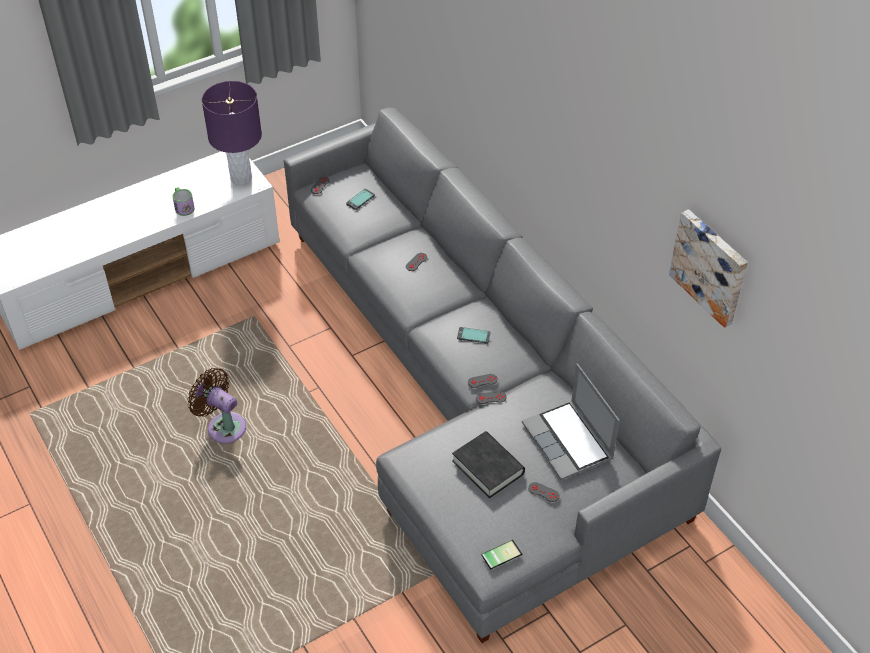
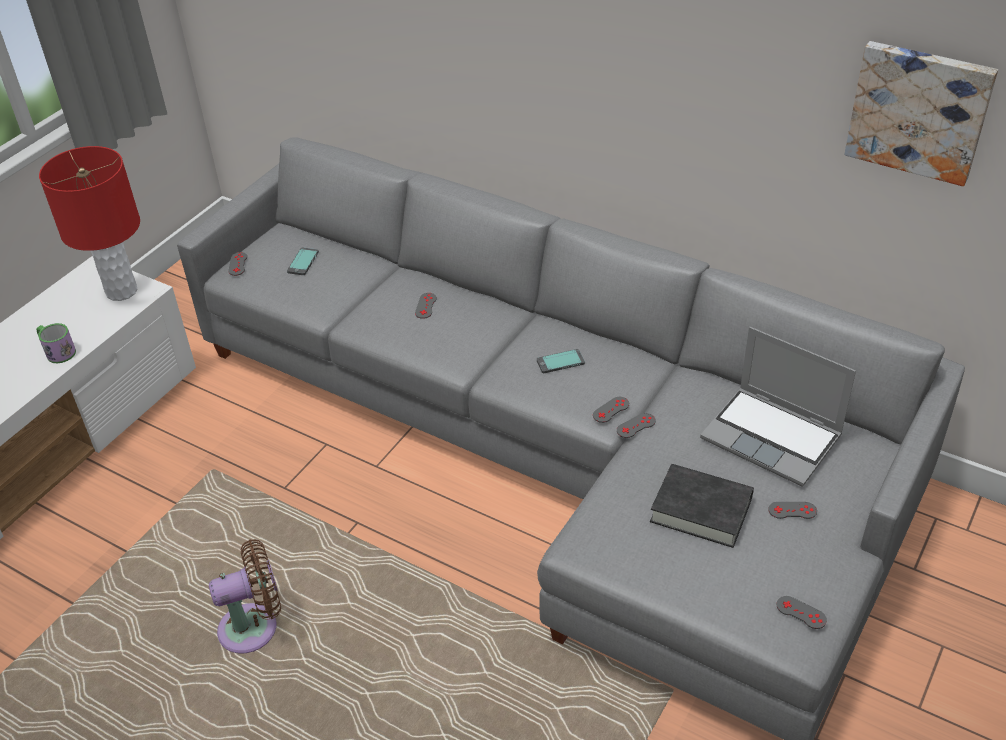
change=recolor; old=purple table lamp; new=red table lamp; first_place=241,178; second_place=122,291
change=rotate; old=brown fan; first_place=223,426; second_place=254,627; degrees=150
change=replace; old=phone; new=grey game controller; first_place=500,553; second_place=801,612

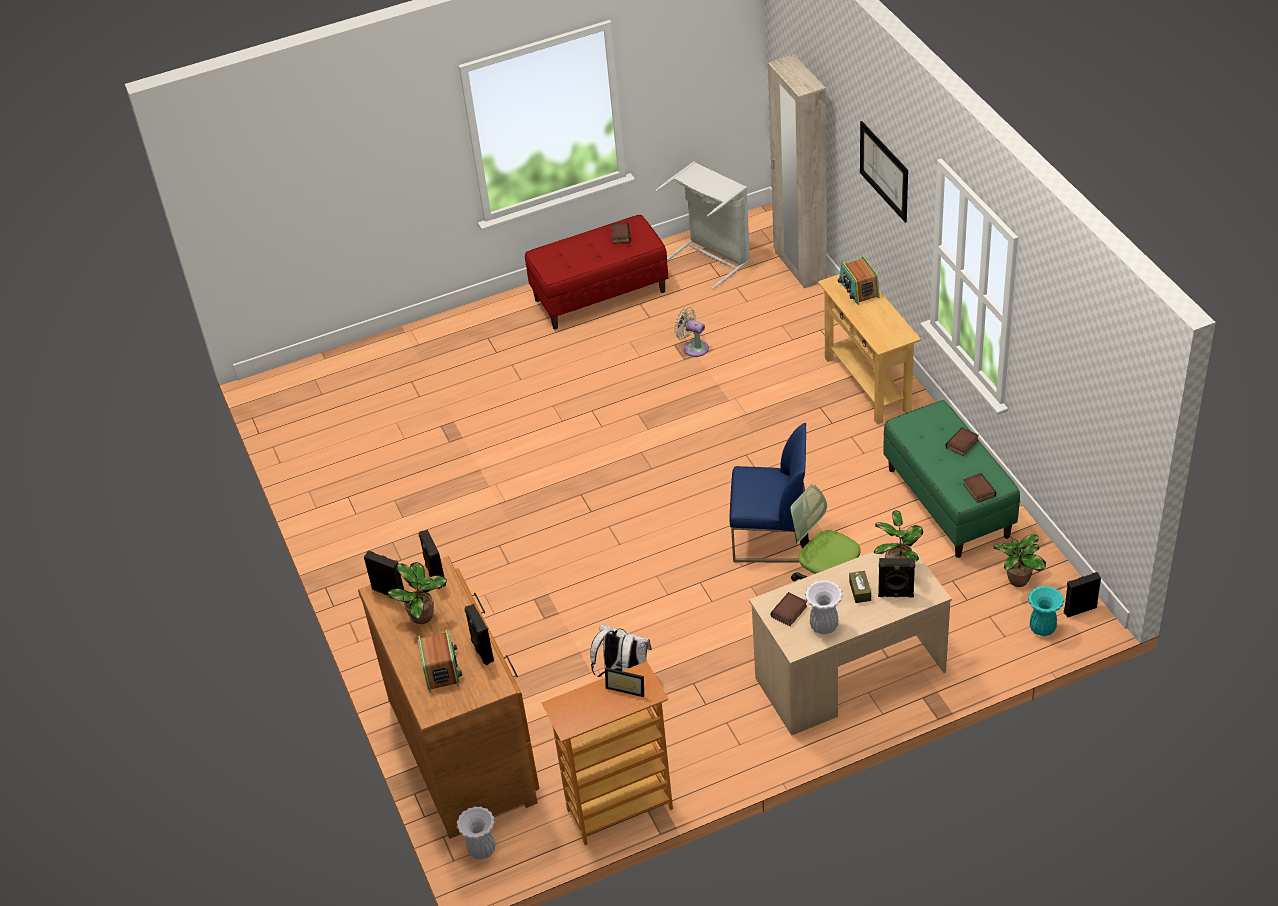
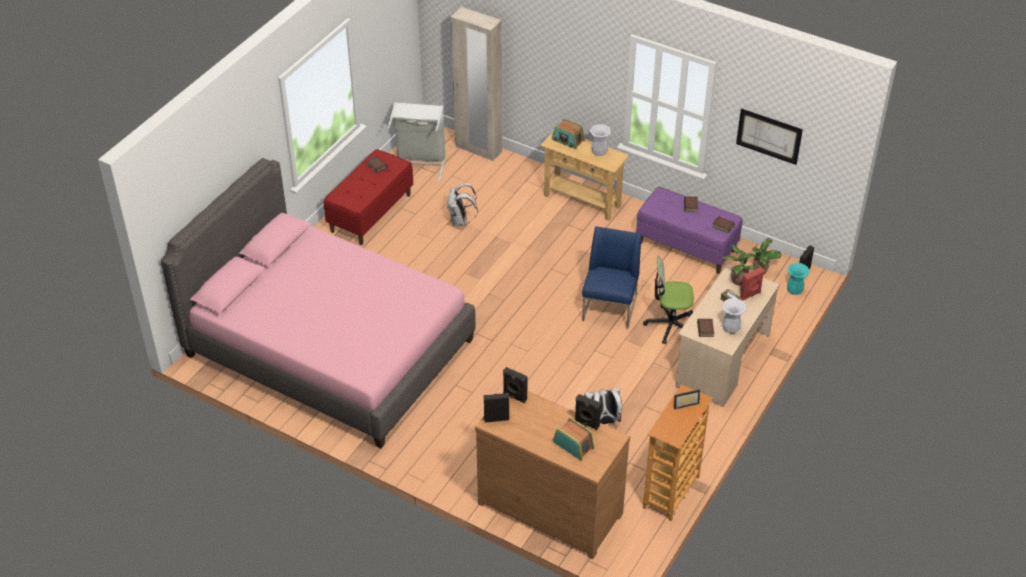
change=move; old=picture; first_place=884,171; second_place=769,136
change=replace; old=beige fan; new=white backpack; first_place=693,347; second_place=460,221
change=recolor; old=green bench; new=purple bench; first_place=948,502; second_place=686,246
change=rotate; old=blue chair; first_place=770,537; second_place=610,308; degrees=-45
change=recolor; old=black speaker; new=red speaker; first_place=895,595; second_place=750,295
change=delete; old=potted plant; first_place=423,616
change=move; old=white vase; first_place=481,850; second_place=599,152
change=insert; new=pink bed; second_place=329,348

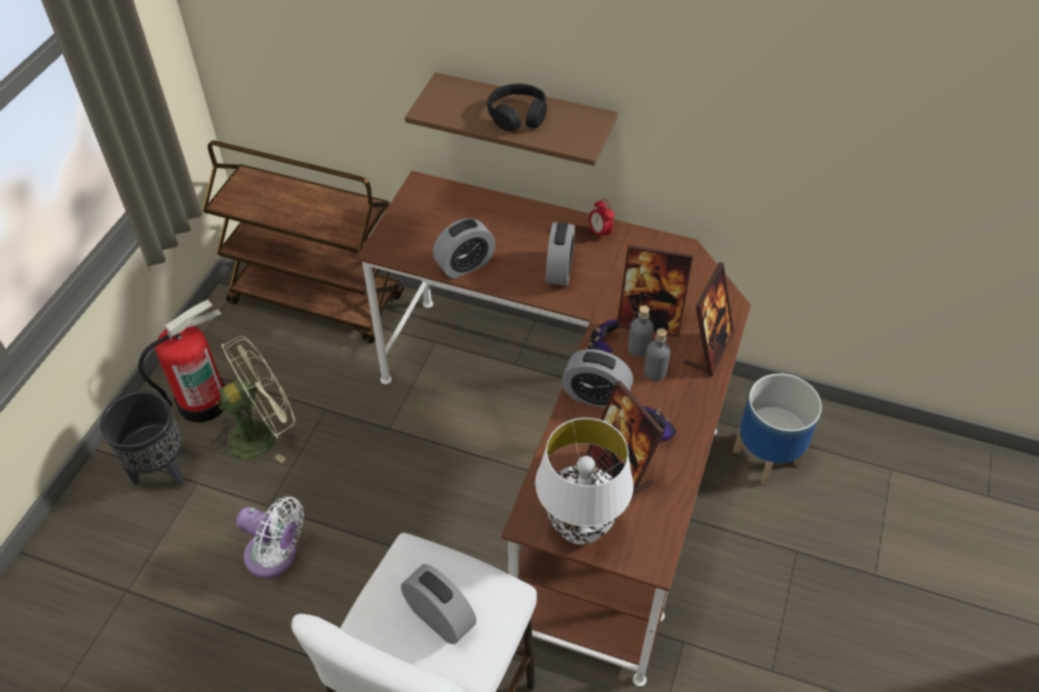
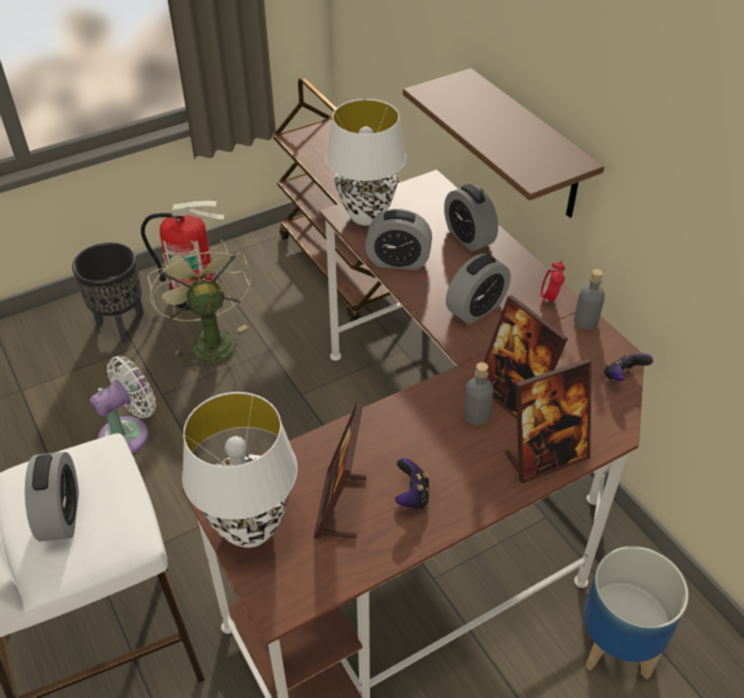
change=delete; old=black headphones; first_place=517,115
change=move; old=game controller; first_place=601,347; second_place=622,377
change=move; old=grey bottle; first_place=655,372; second_place=585,321
change=rotate; old=green fan; first_place=262,433; second_place=209,340; degrees=-120
change=move; old=alarm clock; first_place=595,396; second_place=468,237
change=rotate; old=white fan; first_place=275,556; second_place=129,434; degrees=-105
change=insert; new=white table lamp; second_place=367,216

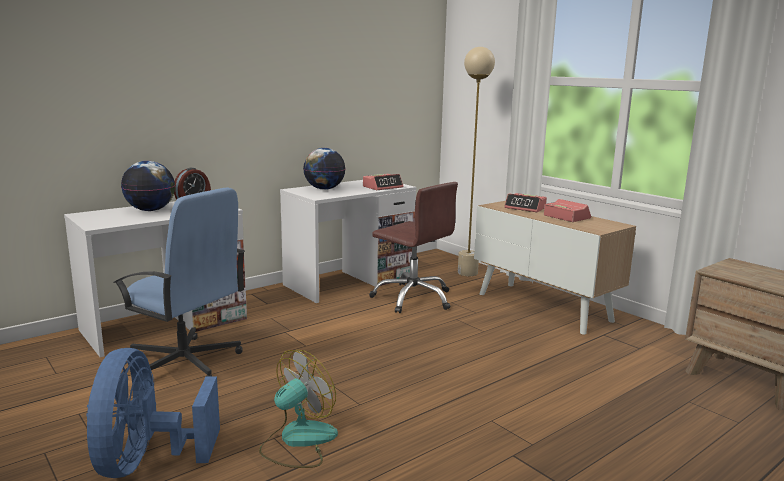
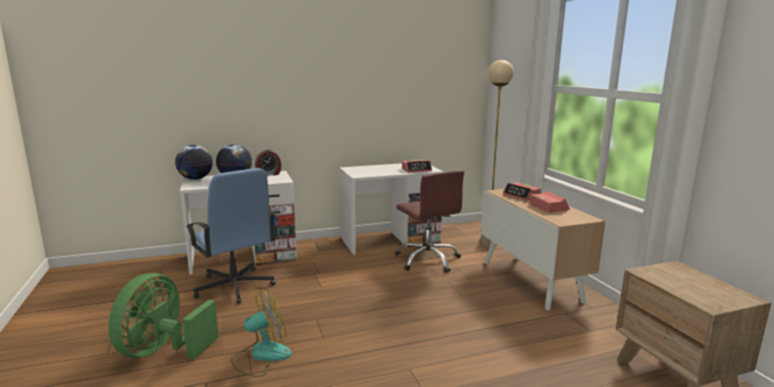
change=move; old=globe; first_place=324,189; second_place=195,179
change=recolor; old=blue fan; new=green fan; first_place=147,462; second_place=162,351

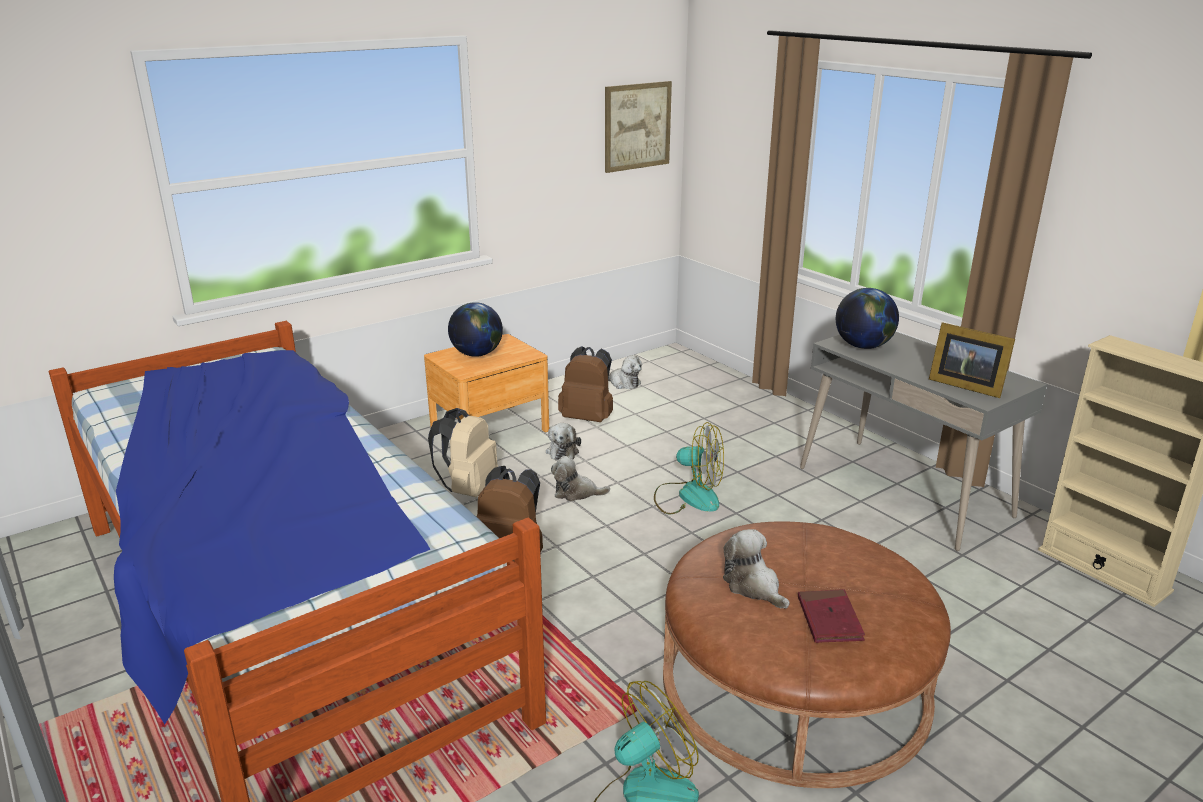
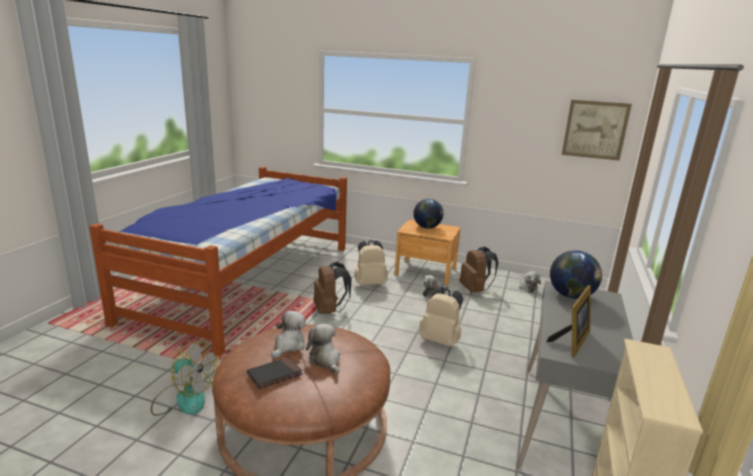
change=rotate; old=picture frame; first_place=964,385; second_place=572,341; degrees=-150
change=replace; old=fan; new=beige backpack; first_place=688,496; second_place=440,340
change=move; old=plush toy; first_place=576,493; second_place=325,360
change=recolor; old=red book; new=black book; first_place=829,619; second_place=274,374

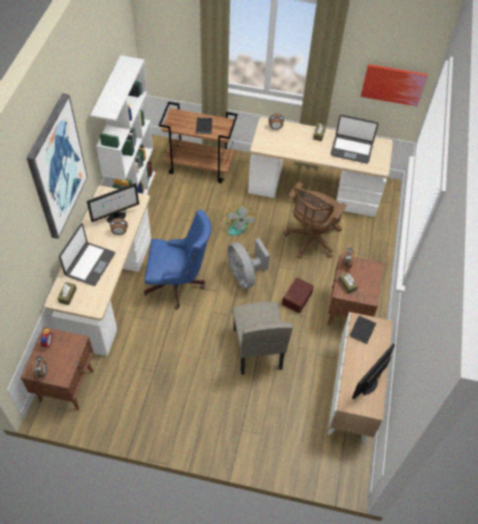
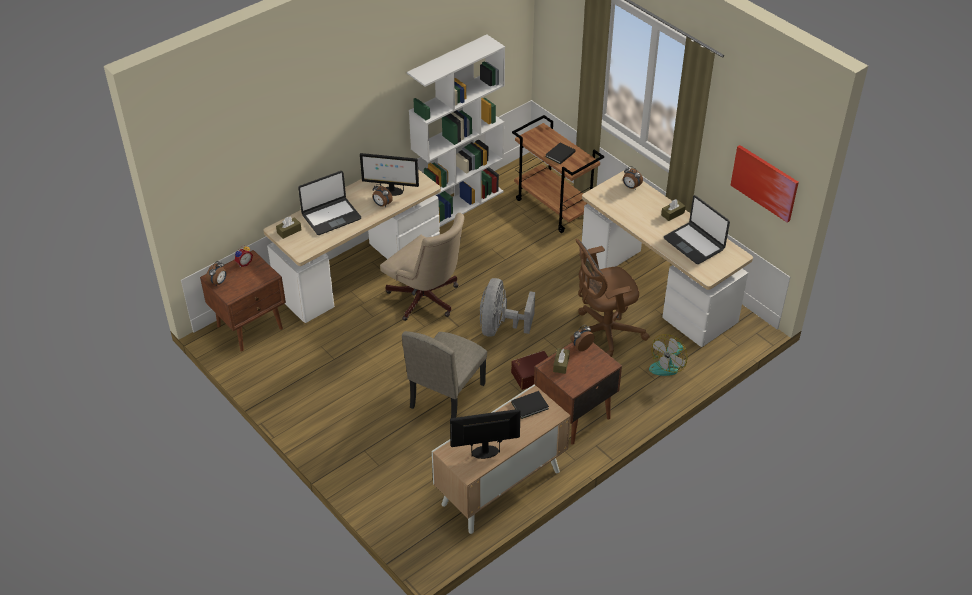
change=delete; old=picture; first_place=56,167
change=move; old=fan; first_place=237,224; second_place=668,364
change=recolor; old=blue office chair; new=beige office chair; first_place=178,284; second_place=426,300

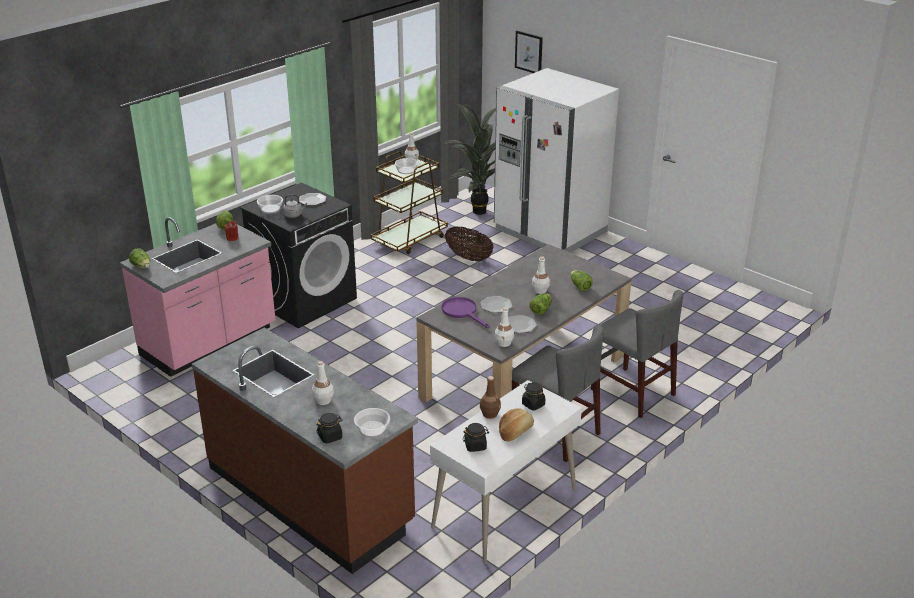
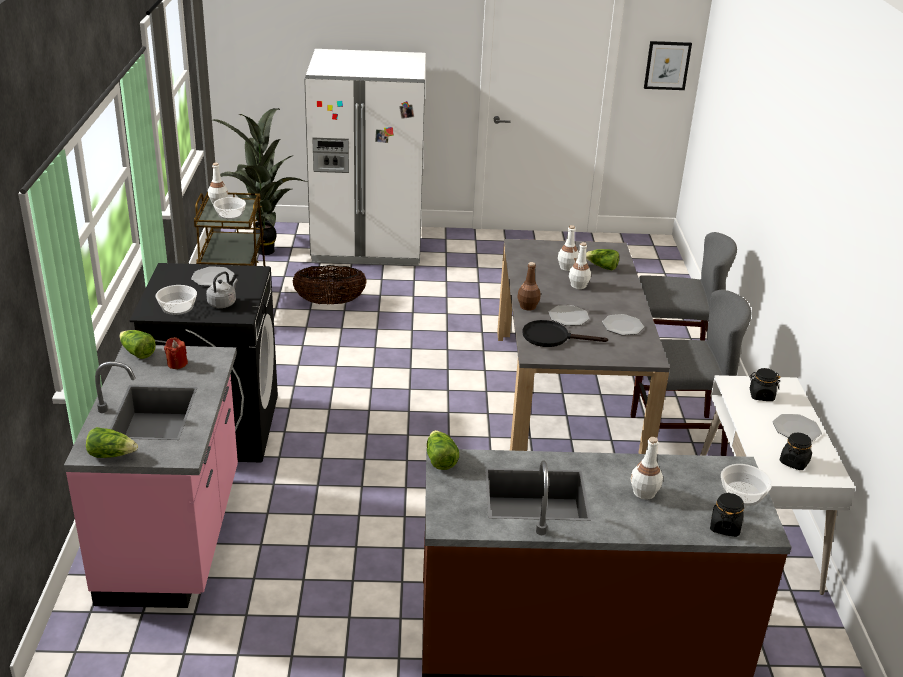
change=move; old=picture; first_place=529,52; second_place=667,65
change=move; old=lettuce; first_place=540,309; second_place=440,460
change=recolor; old=purple frying pan; new=black frying pan; first_place=462,312; second_place=552,337
change=move; old=white bottle; first_place=504,343; second_place=567,267
change=move; old=brown bottle; first_place=490,414; second_place=527,306
change=replace; old=bread; new=plate; first_place=515,432; second_place=796,429

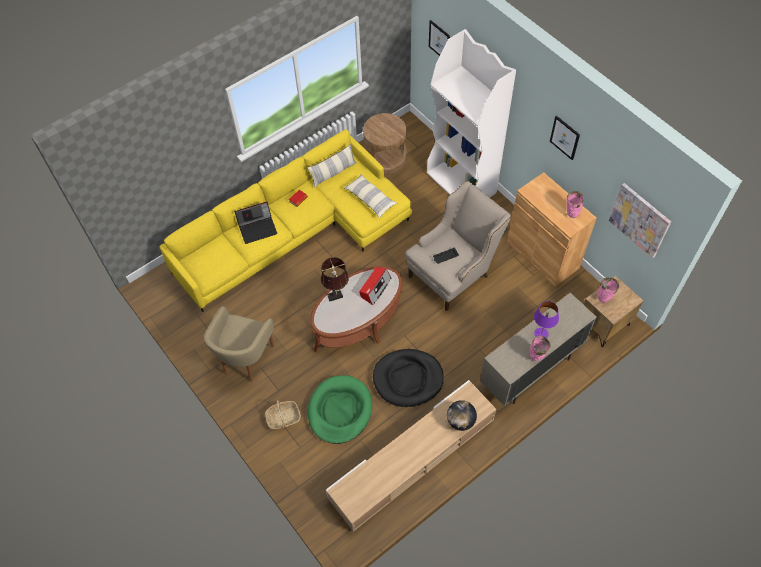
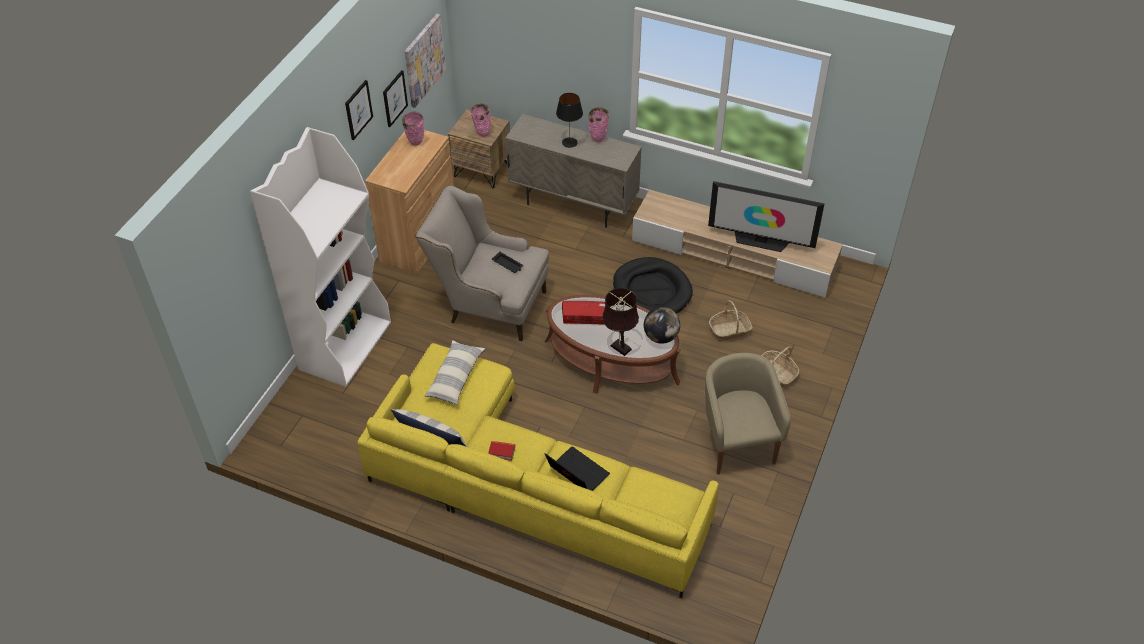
change=move; old=picture; first_place=439,40; second_place=394,98
change=delete; old=brown side table; first_place=385,158
change=recolor; old=purple table lamp; new=black table lamp; first_place=541,334; second_place=569,142
change=rotate; old=beige armchair; first_place=245,359; second_place=737,444; degrees=-90
change=replace; old=green dog bed; new=basket; first_place=340,410; second_place=729,330
change=move; old=globe; first_place=460,421; second_place=661,337
change=insert; new=television; second_place=760,241

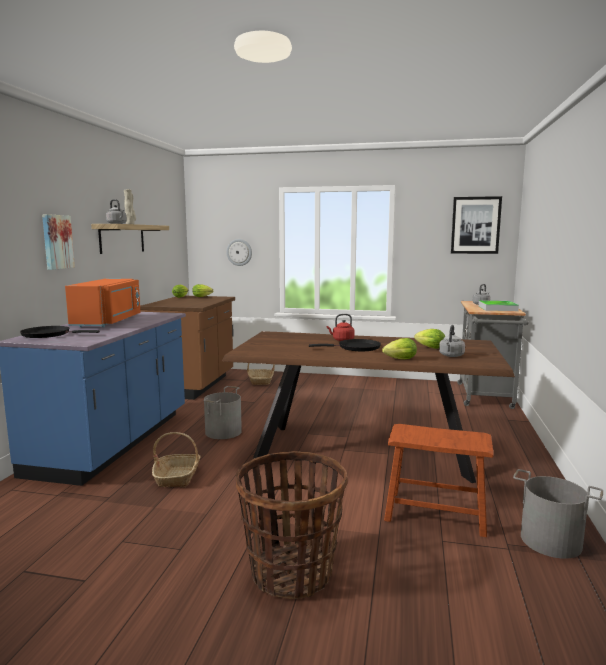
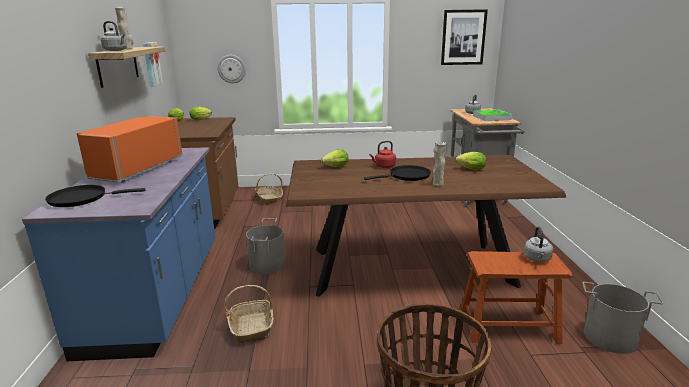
change=move; old=picture; first_place=56,242; second_place=151,64
change=rotate; old=orange microwave; first_place=109,322; second_place=135,169; degrees=-150
change=move; old=grey kettle; first_place=451,356; second_place=537,259
change=move; old=lettuce; first_place=398,359; second_place=334,167
change=insert; new=beige vase; second_place=437,184

